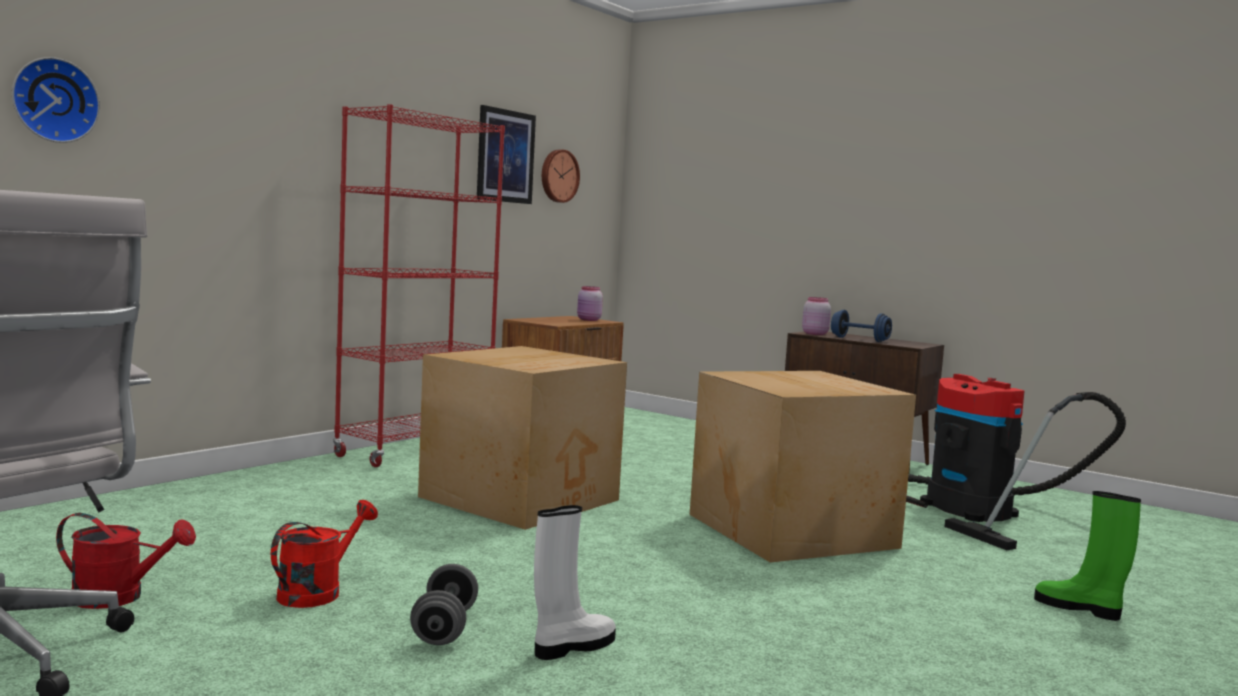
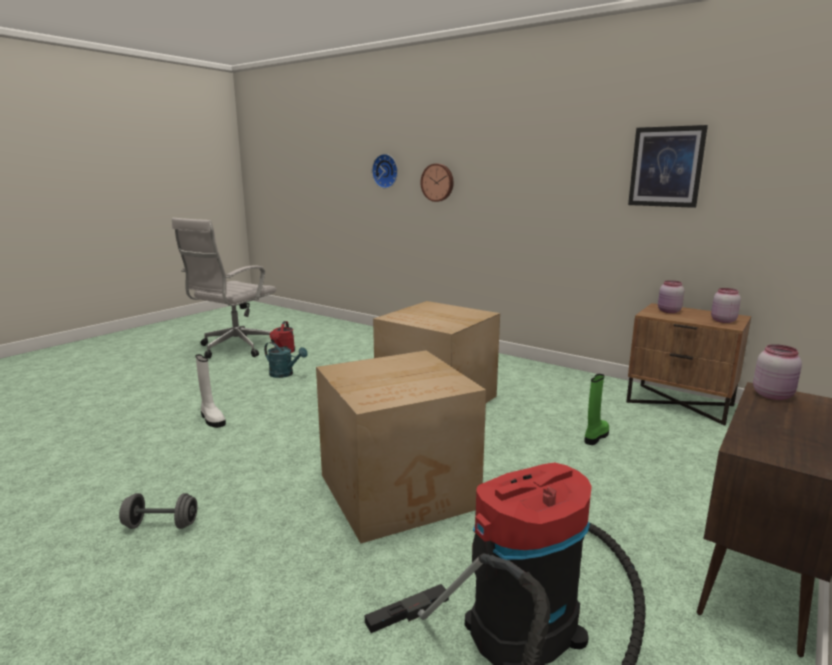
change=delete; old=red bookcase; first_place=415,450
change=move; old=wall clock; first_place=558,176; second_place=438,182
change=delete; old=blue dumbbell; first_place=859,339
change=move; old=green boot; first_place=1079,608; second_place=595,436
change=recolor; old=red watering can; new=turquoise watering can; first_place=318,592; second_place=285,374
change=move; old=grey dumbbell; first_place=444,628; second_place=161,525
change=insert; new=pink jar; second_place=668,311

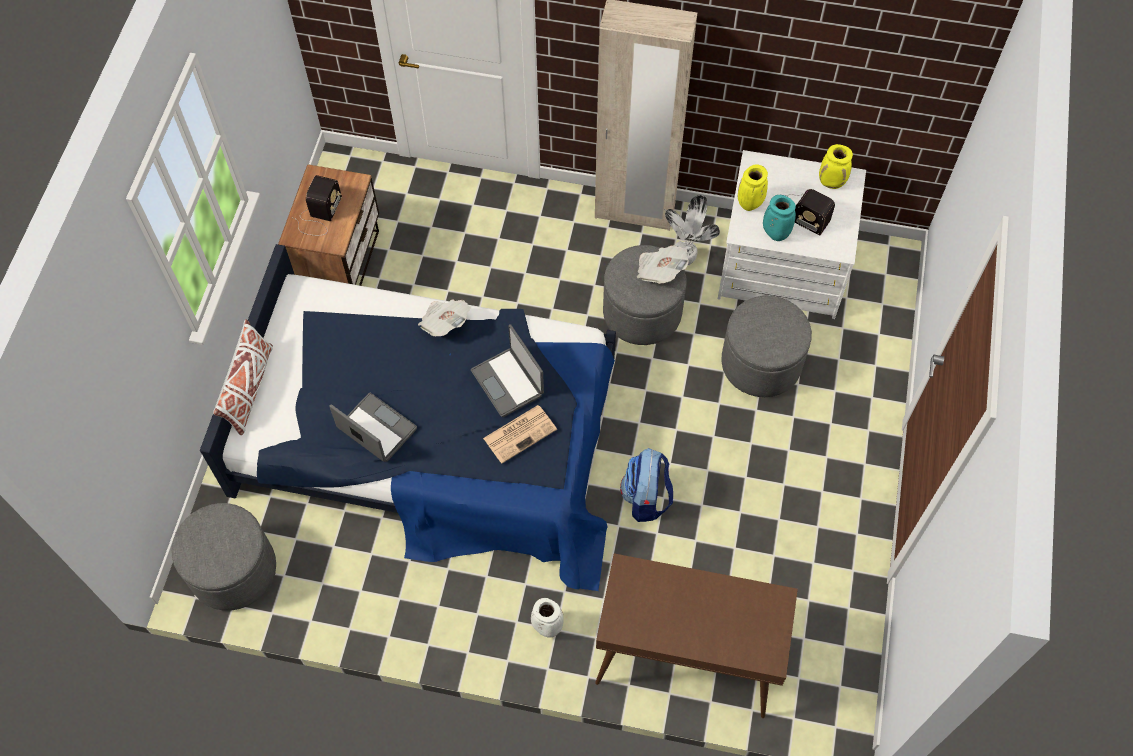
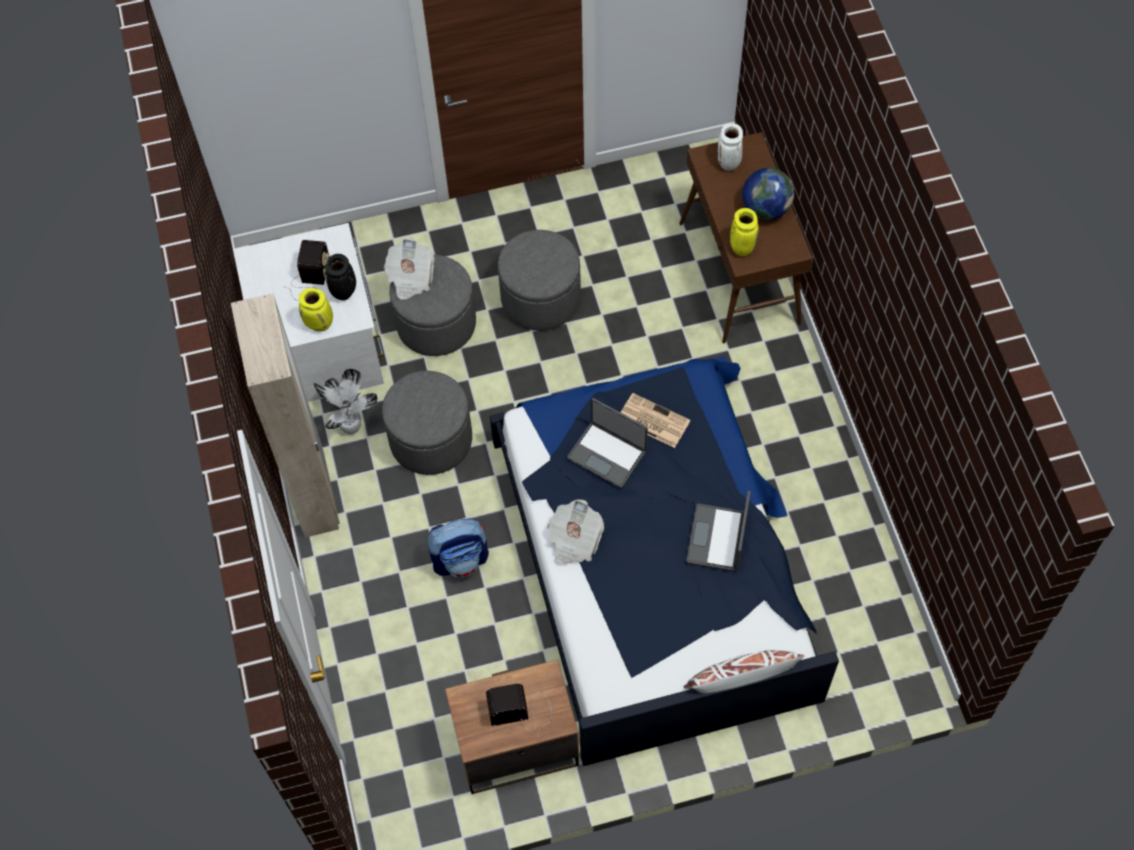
change=move; old=yellow vase; first_place=832,182; second_place=741,247
change=recolor; old=turquoise vase; new=black vase; first_place=775,233; second_place=344,293
change=move; old=newspaper; first_place=660,271; second_place=410,277
change=rotate; old=laptop; first_place=508,382; second_place=607,454; degrees=90
change=move; old=backpack; first_place=646,498; second_place=461,559
change=move; old=grey ottoman; first_place=233,569; second_place=540,298
change=move; old=white vase; first_place=546,626; second_place=729,164
change=insert; new=globe; second_place=765,208

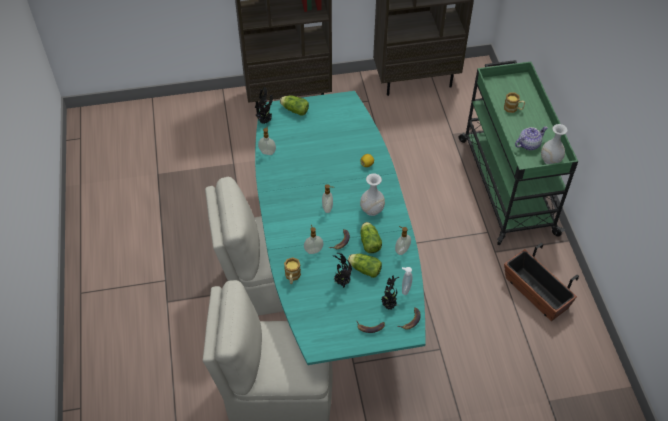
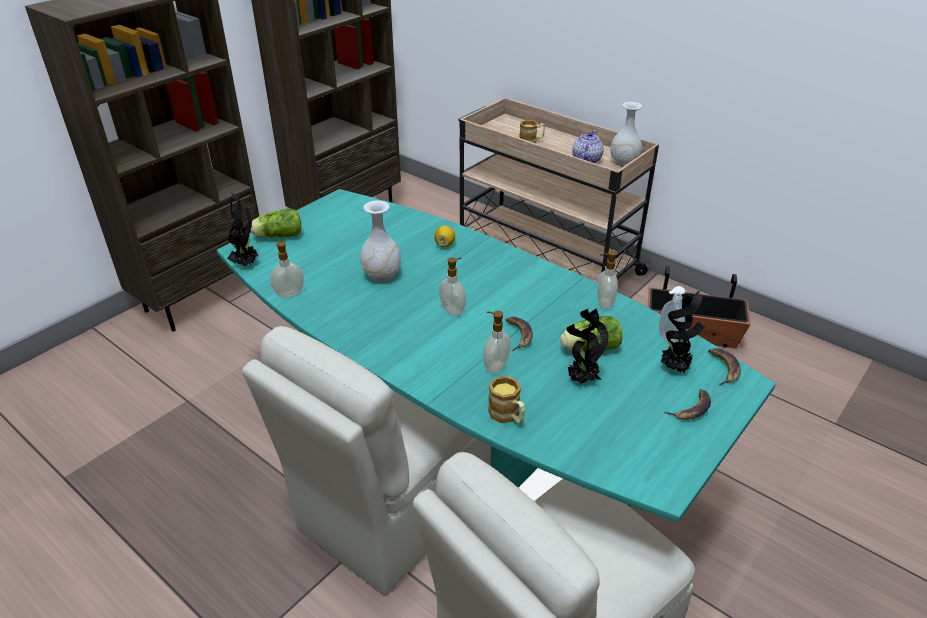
change=recolor; old=green cart; new=beige cart; first_place=506,184; second_place=543,258
change=move; old=white vase; first_place=372,210; second_place=382,275
change=delete; old=lettuce; first_place=369,241

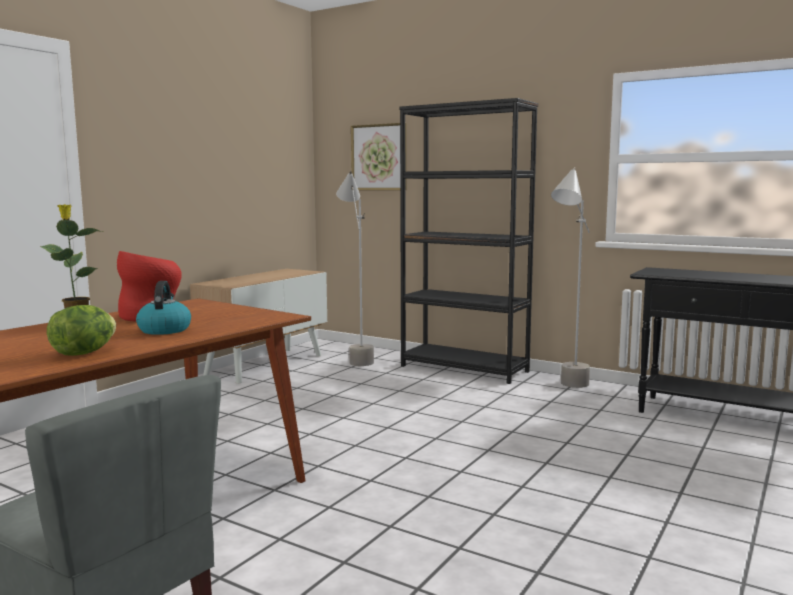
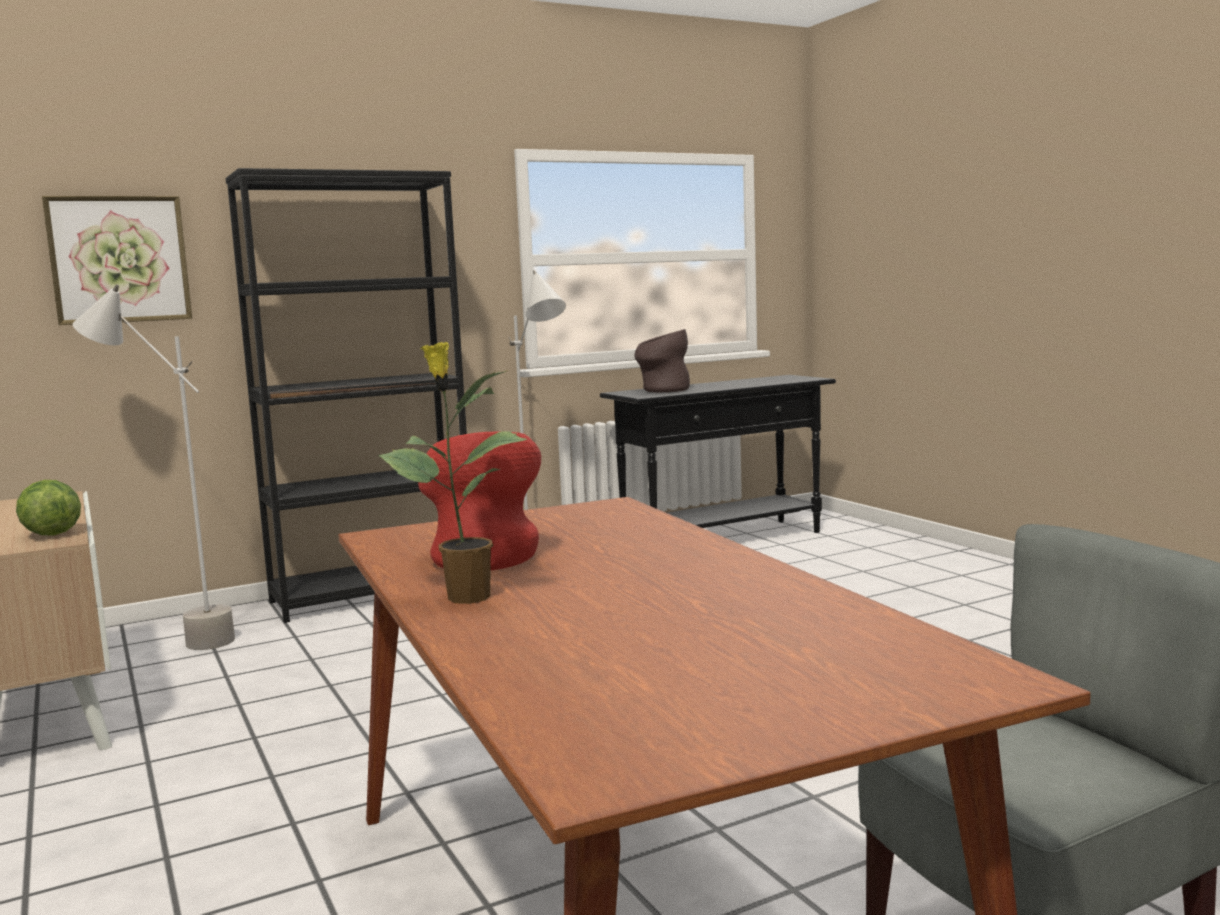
change=delete; old=kettle; first_place=164,330
change=move; old=lettuce; first_place=84,353; second_place=51,533
change=insert; new=brown vase; second_place=662,390

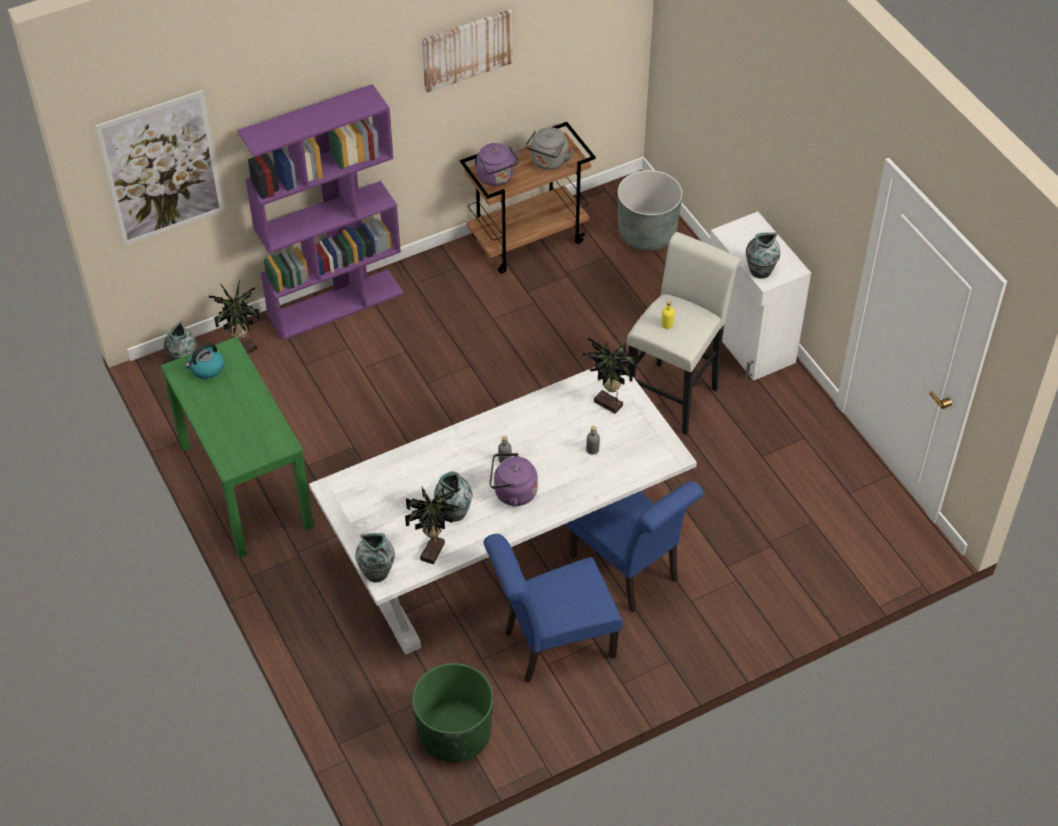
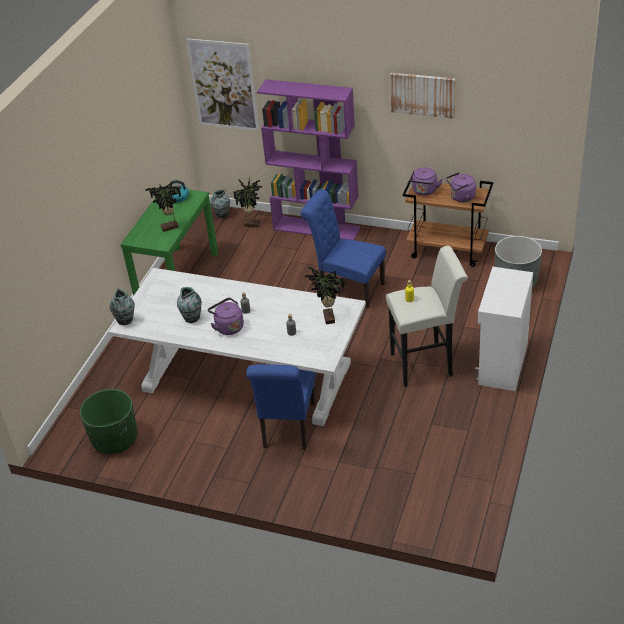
change=recolor; old=grey kettle; new=purple kettle; first_place=548,162; second_place=461,198
change=delete; old=vase; first_place=760,271
change=move; old=potted plant; first_place=435,552; second_place=170,228
change=move; old=blue chair; first_place=552,645; second_place=347,288

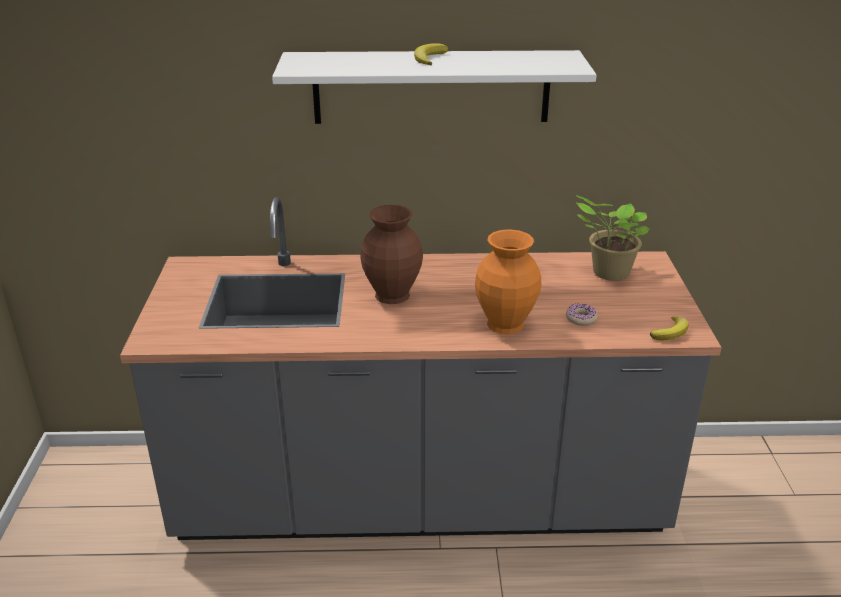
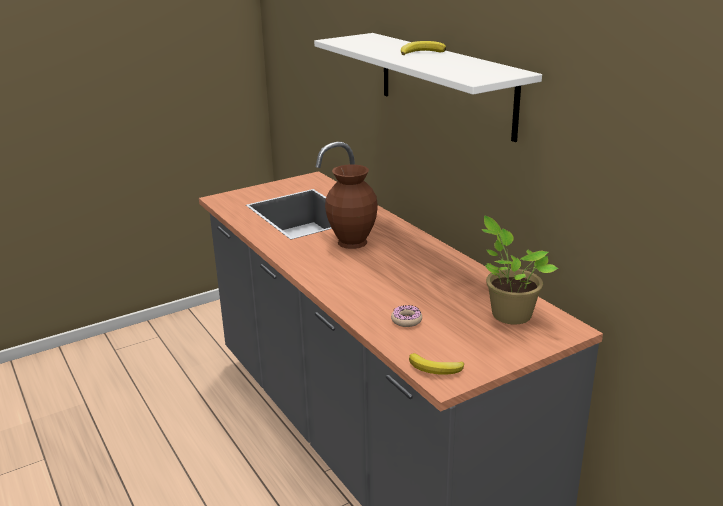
change=delete; old=orange vase; first_place=506,323

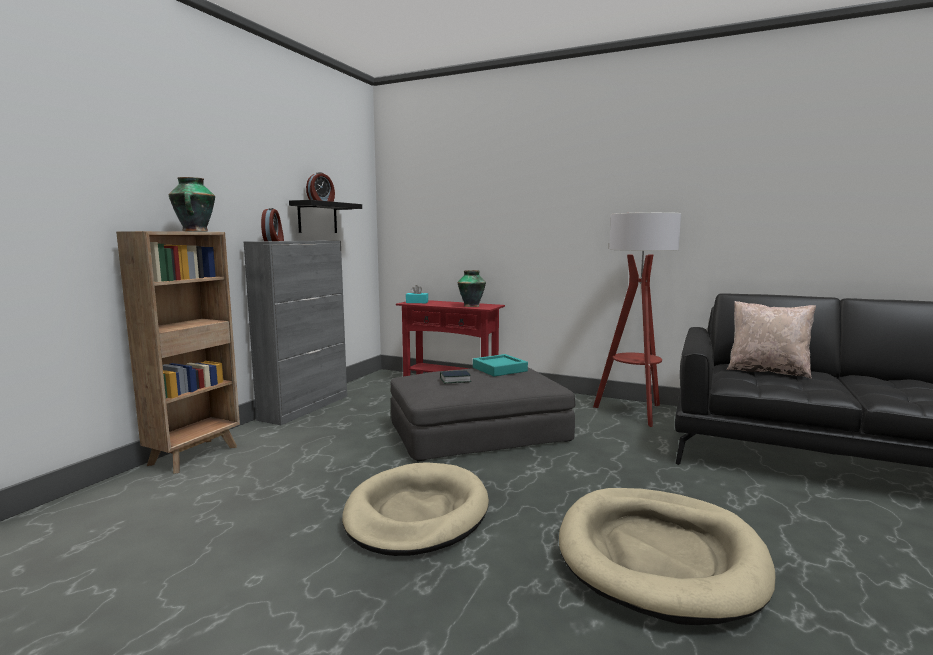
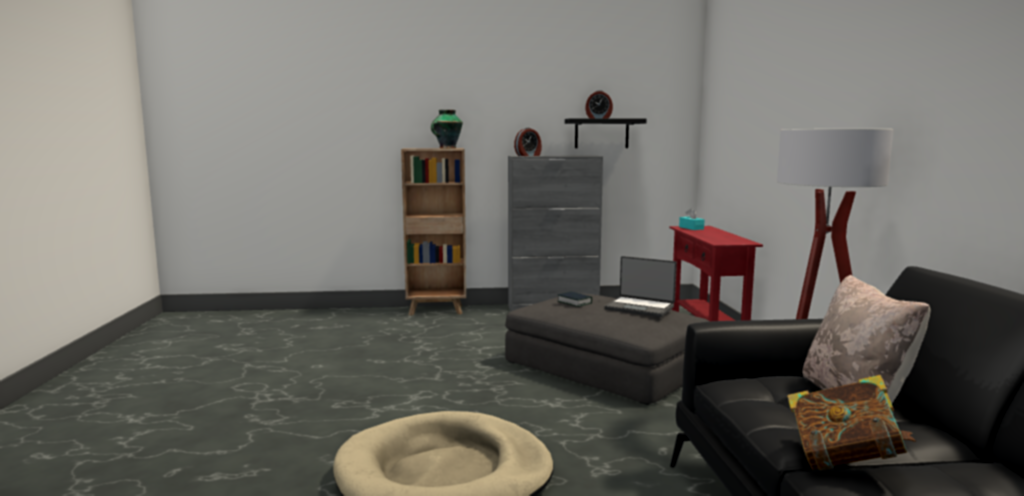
change=delete; old=vase; first_place=472,306
change=replace; old=turquoise tray; new=laptop; first_place=499,369; second_place=640,307
change=delete; old=beige dog bed; first_place=416,513
change=insert; new=book; second_place=843,461

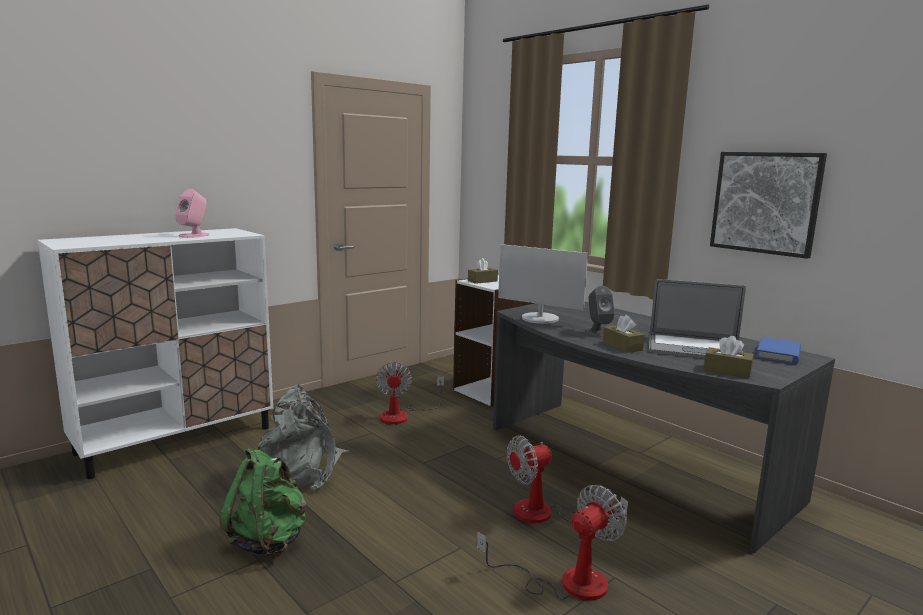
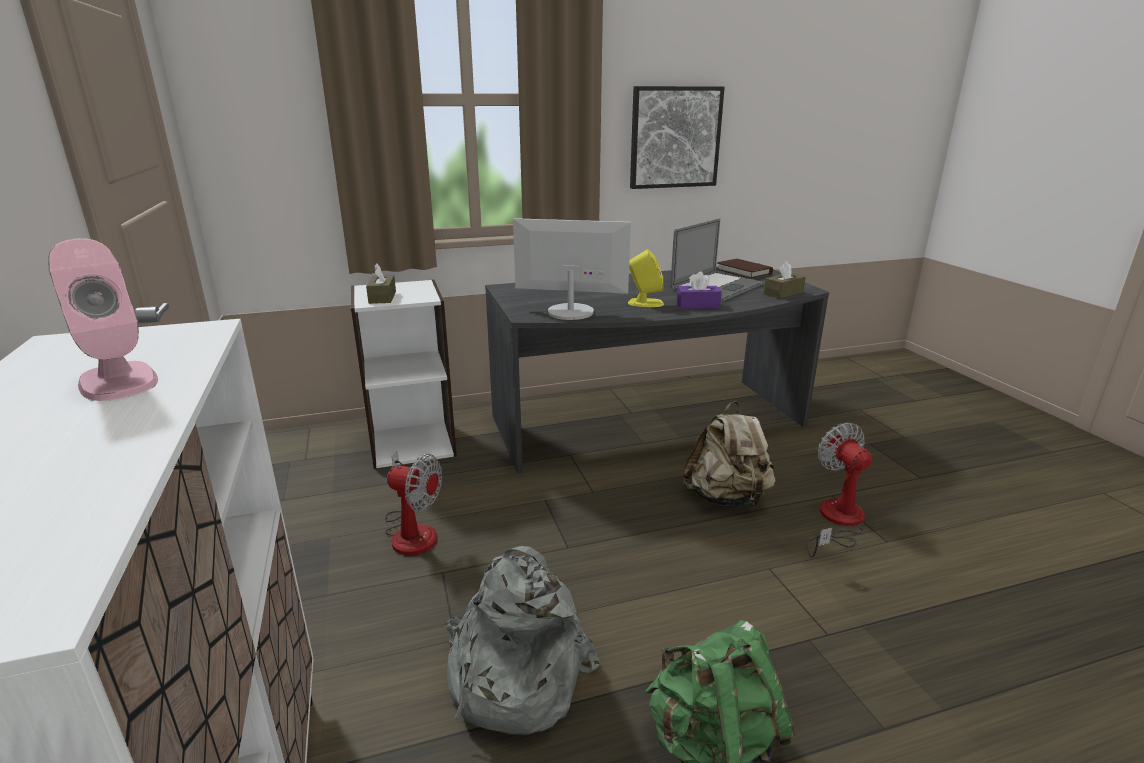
change=rotate; old=monitor; first_place=540,319; second_place=570,312; degrees=-135
change=recolor; old=grey speaker; new=yellow speaker; first_place=597,332; second_place=645,303
change=recolor; old=brown tissue box; new=purple tissue box; first_place=622,346; second_place=698,305
change=recolor; old=blue book; new=brown book; first_place=778,354; second_place=744,271
change=replace; old=fan; new=beige backpack; first_place=546,516; second_place=726,498

